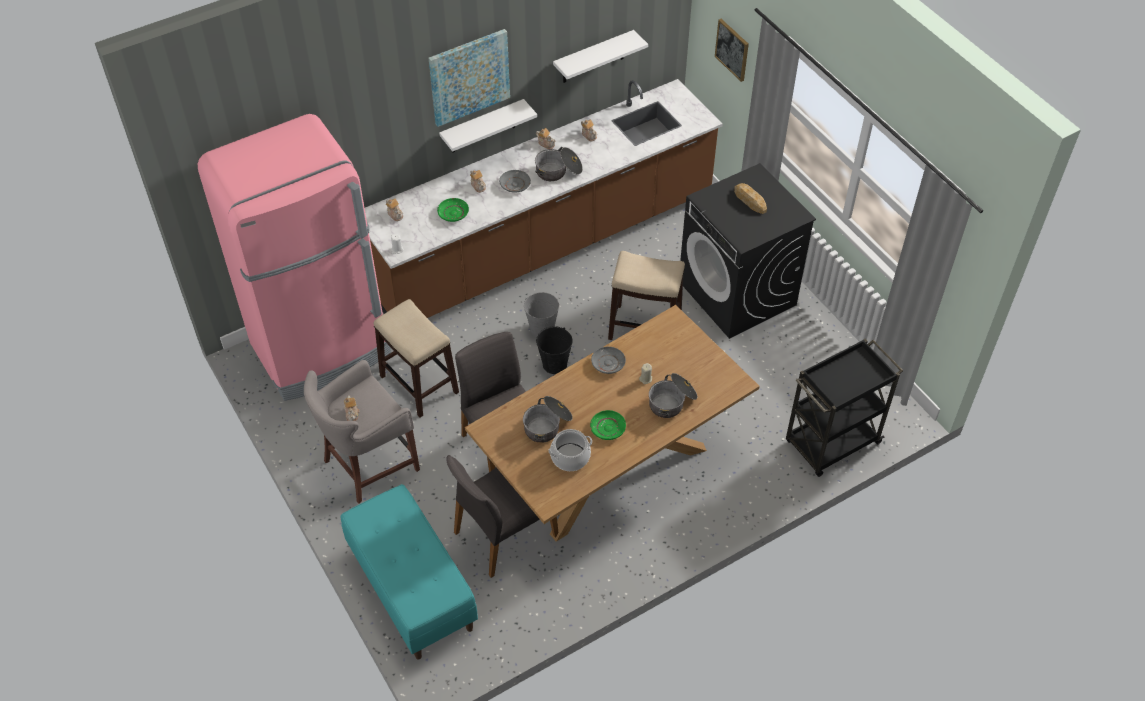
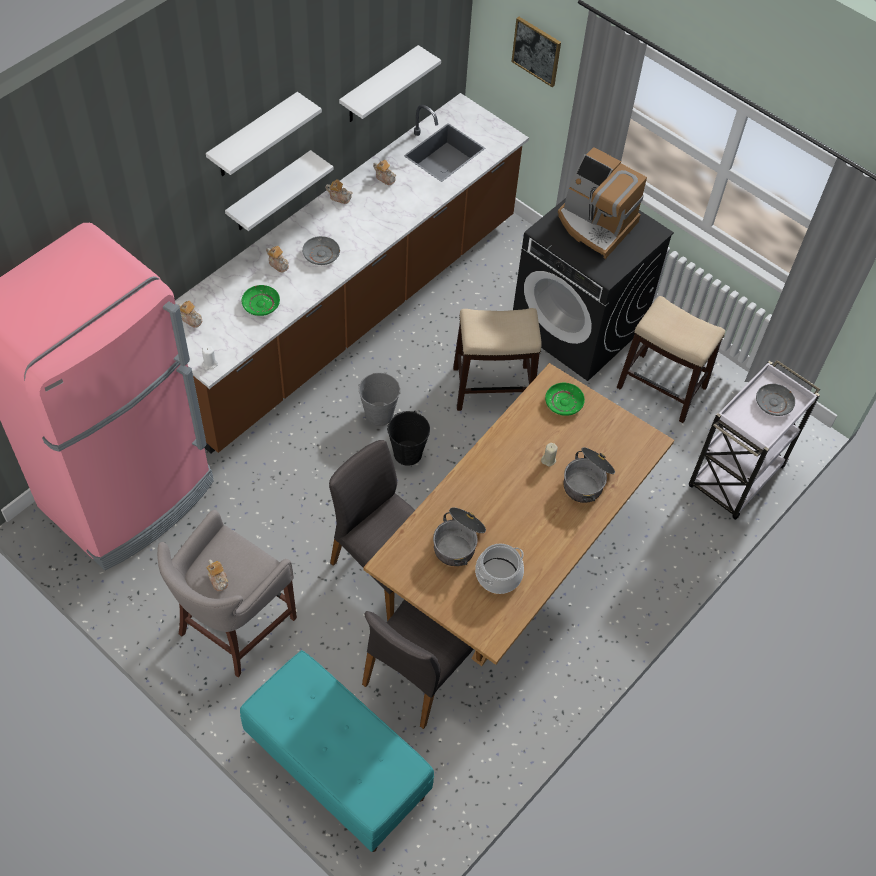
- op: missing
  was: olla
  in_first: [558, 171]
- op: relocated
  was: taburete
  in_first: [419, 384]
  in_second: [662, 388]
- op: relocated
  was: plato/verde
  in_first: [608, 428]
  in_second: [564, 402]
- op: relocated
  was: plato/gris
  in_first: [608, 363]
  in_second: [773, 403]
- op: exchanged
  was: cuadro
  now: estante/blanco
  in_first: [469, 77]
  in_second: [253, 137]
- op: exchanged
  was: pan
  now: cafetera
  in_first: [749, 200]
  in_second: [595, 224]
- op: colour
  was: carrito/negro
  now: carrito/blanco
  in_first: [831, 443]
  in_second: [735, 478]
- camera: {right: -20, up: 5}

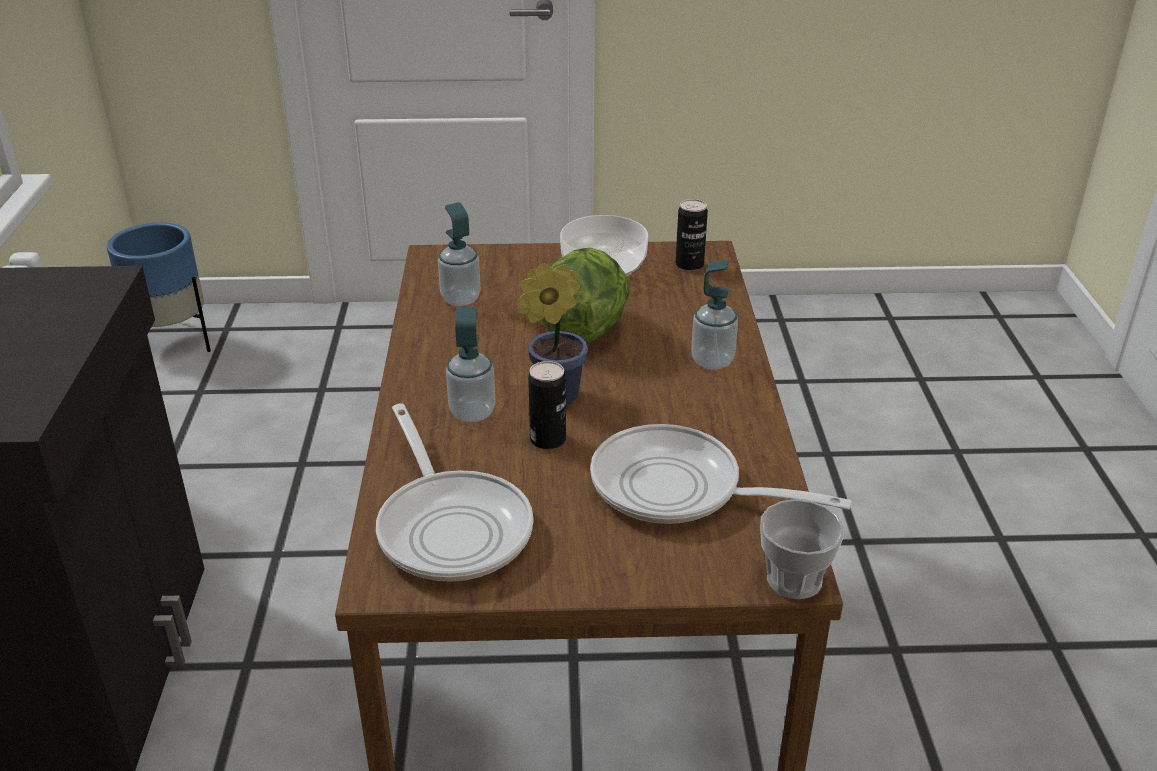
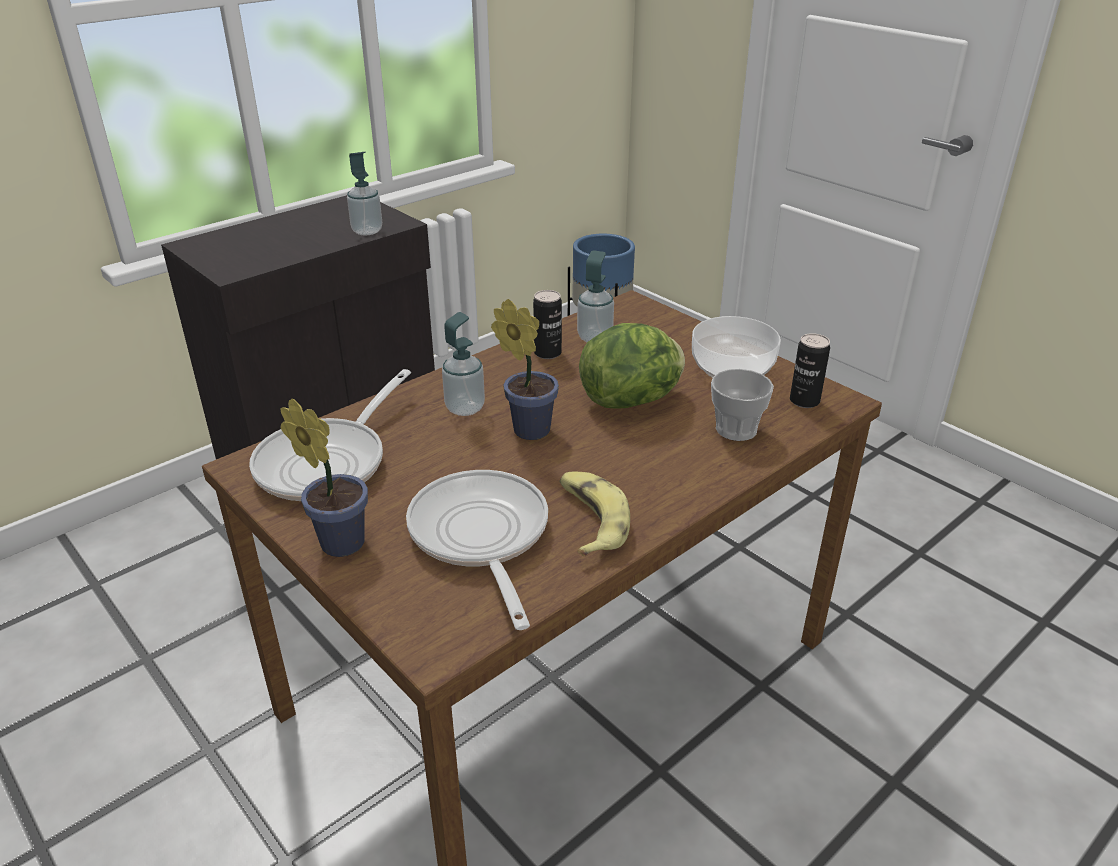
- op: appeared
  now: planta en maceta
  in_second: [338, 541]
- op: appeared
  now: plátano
  in_second: [590, 520]
- op: relocated
  was: lata
  in_first: [548, 440]
  in_second: [547, 353]
- op: relocated
  was: dispensador de jabón
  in_first: [712, 361]
  in_second: [367, 231]
- op: relocated
  was: taza
  in_first: [794, 580]
  in_second: [736, 429]
- camera: {right: 50, up: 0}

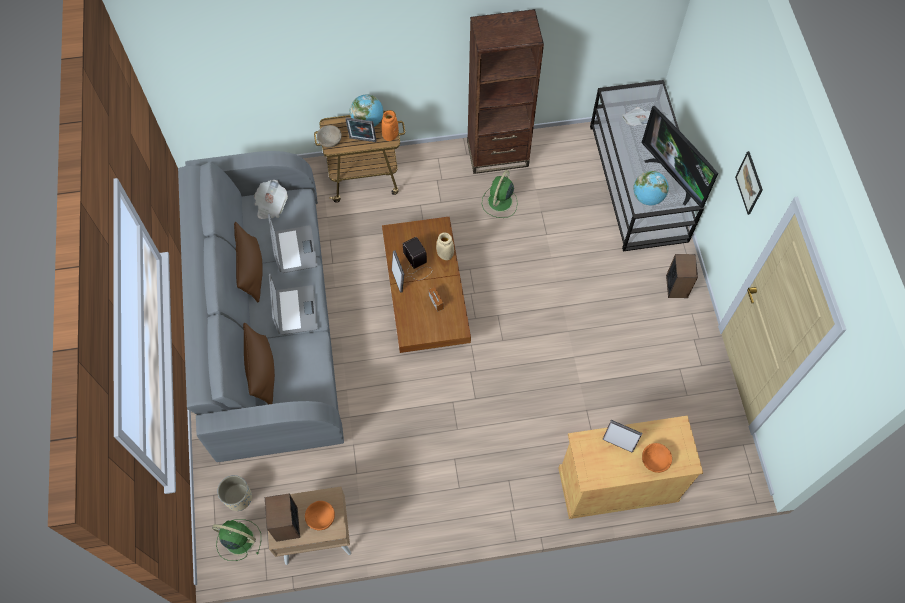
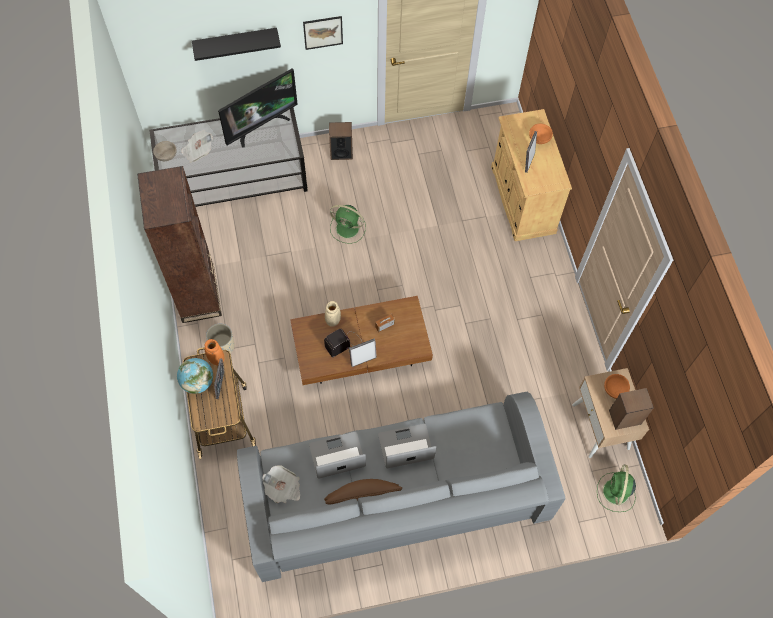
- op: missing
  was: cojín/marrón
  in_first: [262, 371]
- op: missing
  was: globo terráqueo
  in_first: [647, 197]
- op: appeared
  now: estante/negro
  in_second: [236, 43]
- op: relocated
  was: maceta/beis
  in_first: [238, 497]
  in_second: [222, 346]
- op: relocated
  was: cuenco/beis
  in_first: [330, 141]
  in_second: [166, 155]
- op: relocated
  was: ventilador/verde
  in_first: [499, 202]
  in_second: [348, 228]
- camera: {right: -95, up: 0}

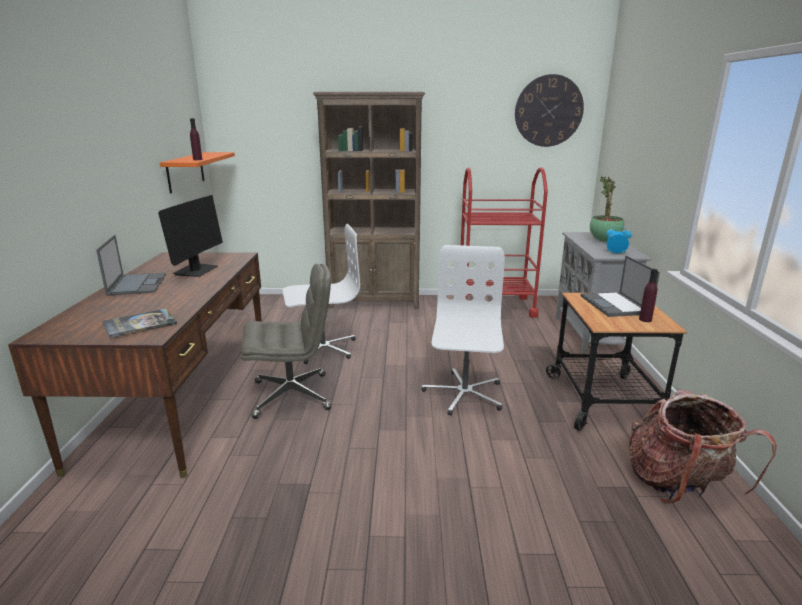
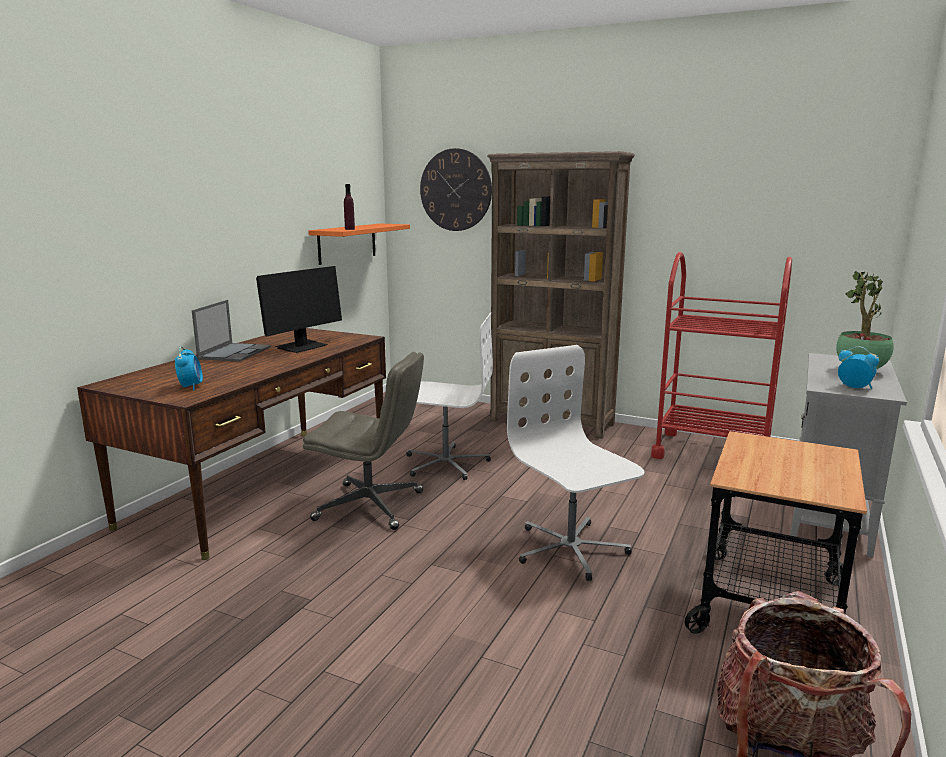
- op: missing
  was: portátil
  in_first: [615, 305]
- op: missing
  was: botella/morado
  in_first: [645, 319]
- op: relocated
  was: reloj de pared
  in_first: [548, 111]
  in_second: [455, 190]
- op: exchanged
  was: libro
  now: despertador
  in_first: [139, 324]
  in_second: [191, 387]
- op: spun
  was: silla de oficina/blanco
  in_first: [463, 394]
  in_second: [570, 549]
  clockwise: -60
- camera: {right: 25, up: -5}

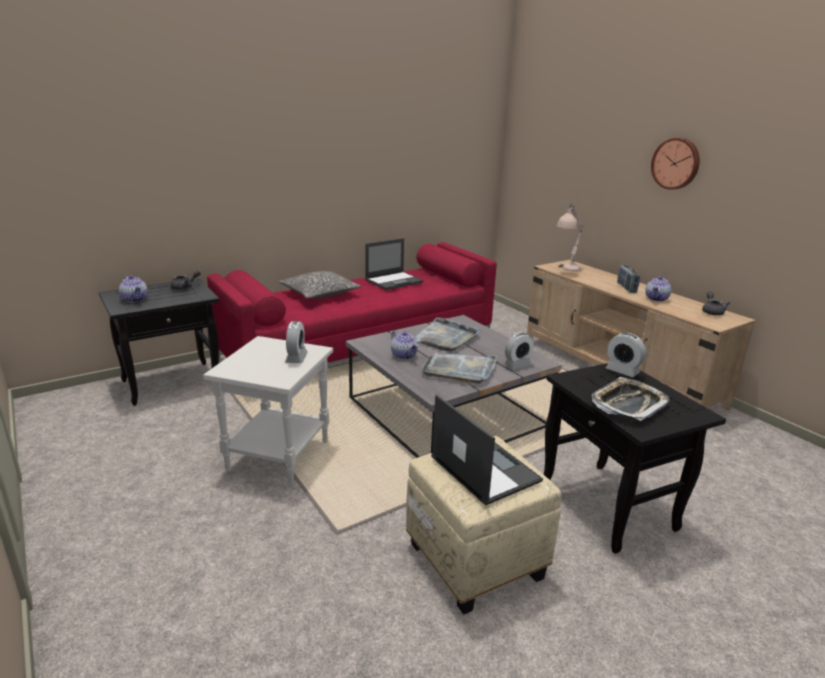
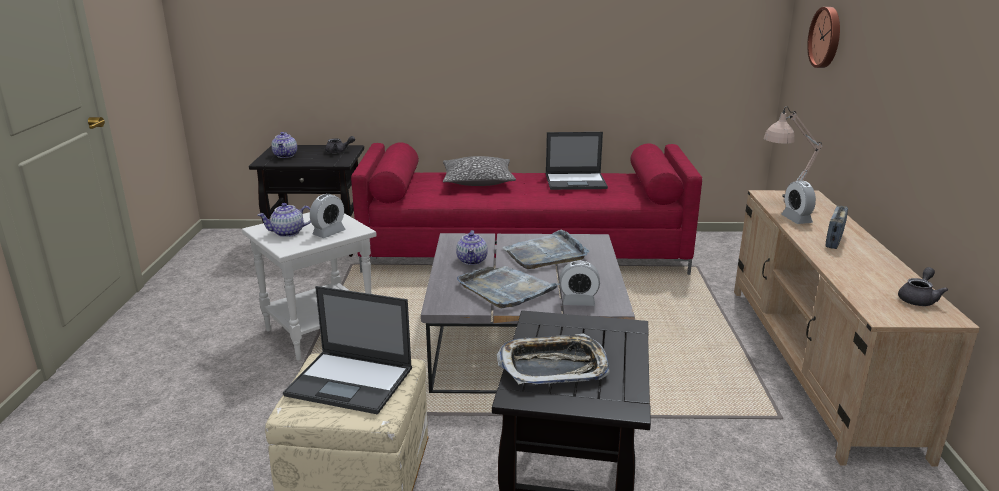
- op: relocated
  was: despertador
  in_first: [622, 371]
  in_second: [796, 219]
- op: relocated
  was: tetera
  in_first: [656, 299]
  in_second: [287, 233]
- op: relocated
  was: reloj de pared
  in_first: [676, 163]
  in_second: [826, 37]
- op: spun
  was: portátil
  in_first: [483, 468]
  in_second: [351, 382]
  clockwise: 105
- camera: {right: 35, up: 0}

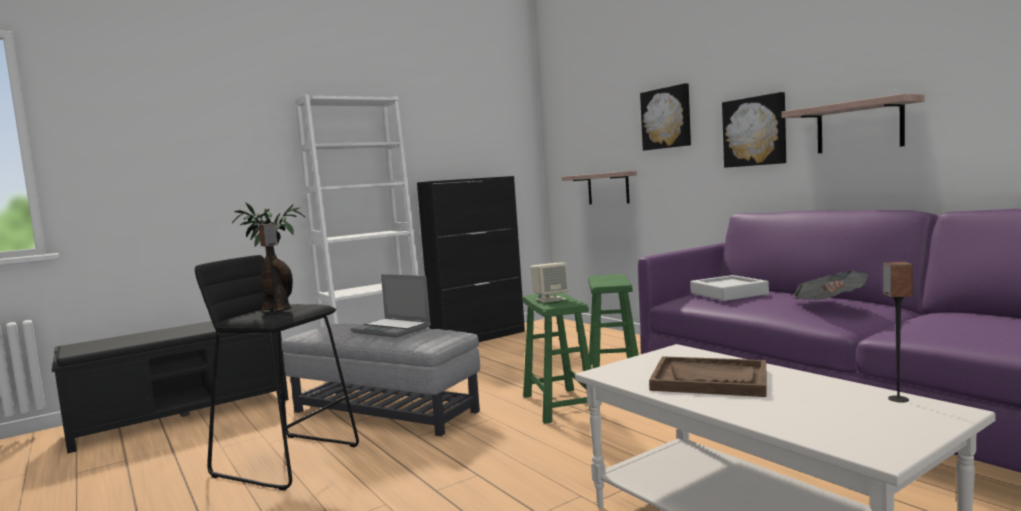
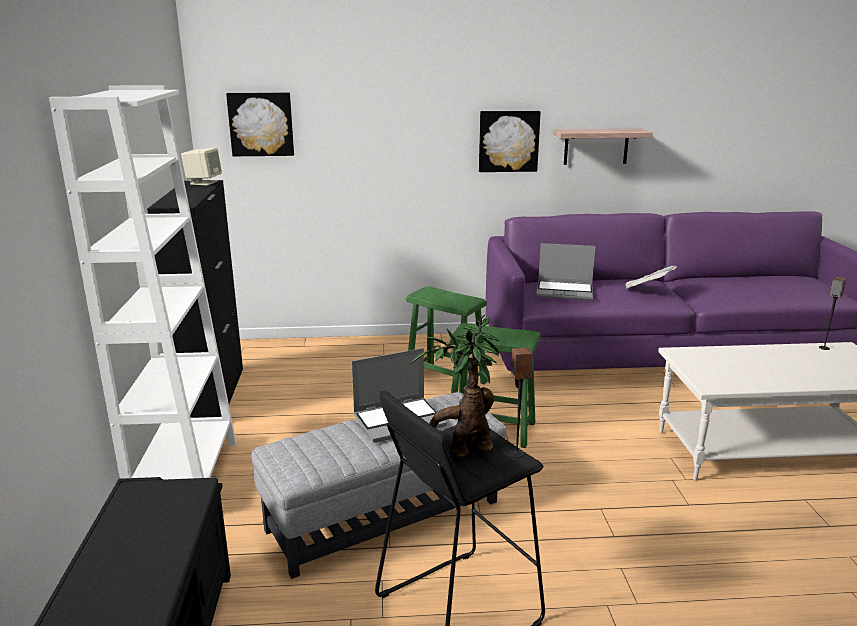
- op: missing
  was: estante
  in_first: [608, 188]
- op: missing
  was: bandeja/marrón
  in_first: [710, 380]
- op: relocated
  was: altavoz/beis
  in_first: [550, 299]
  in_second: [203, 182]
- op: relocated
  was: cuadro
  in_first: [667, 118]
  in_second: [261, 124]
- op: exchanged
  was: bandeja/gris
  now: portátil
  in_first: [728, 294]
  in_second: [565, 291]
- camera: {right: -60, up: 15}

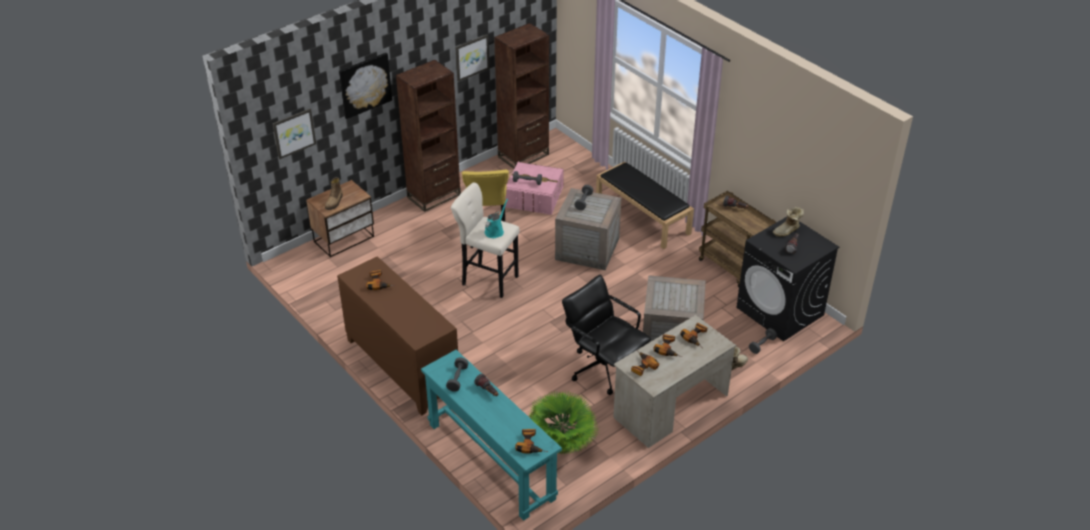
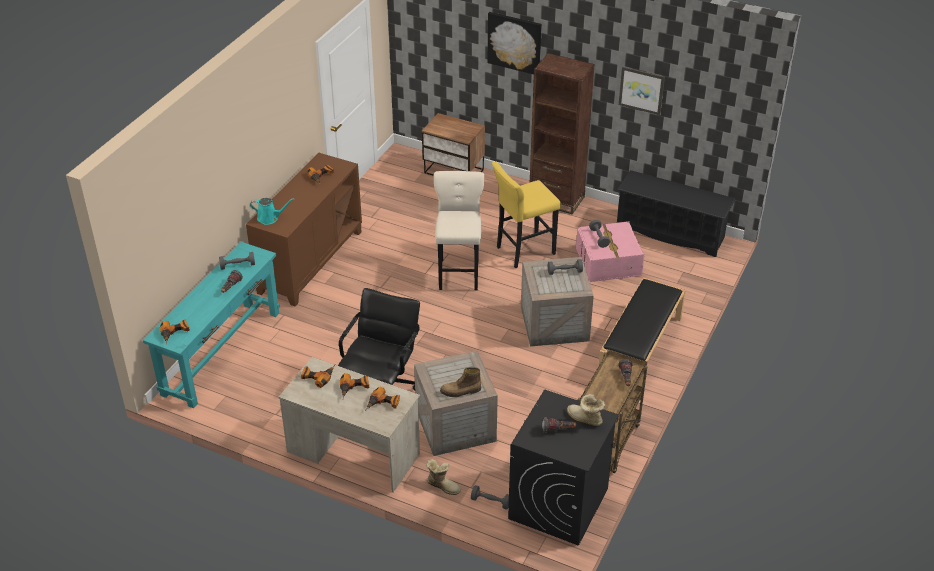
- op: missing
  was: cuadro
  in_first: [294, 133]
- op: missing
  was: planta en maceta
  in_first: [562, 446]
- op: relocated
  was: bota
  in_first: [334, 202]
  in_second: [460, 391]
- op: relocated
  was: regadera/turquesa
  in_first: [495, 231]
  in_second: [270, 218]
- op: exchanged
  was: estantería/marrón
  now: zapatero/negro
  in_first: [523, 155]
  in_second: [671, 233]
- camera: {right: 65, up: 0}

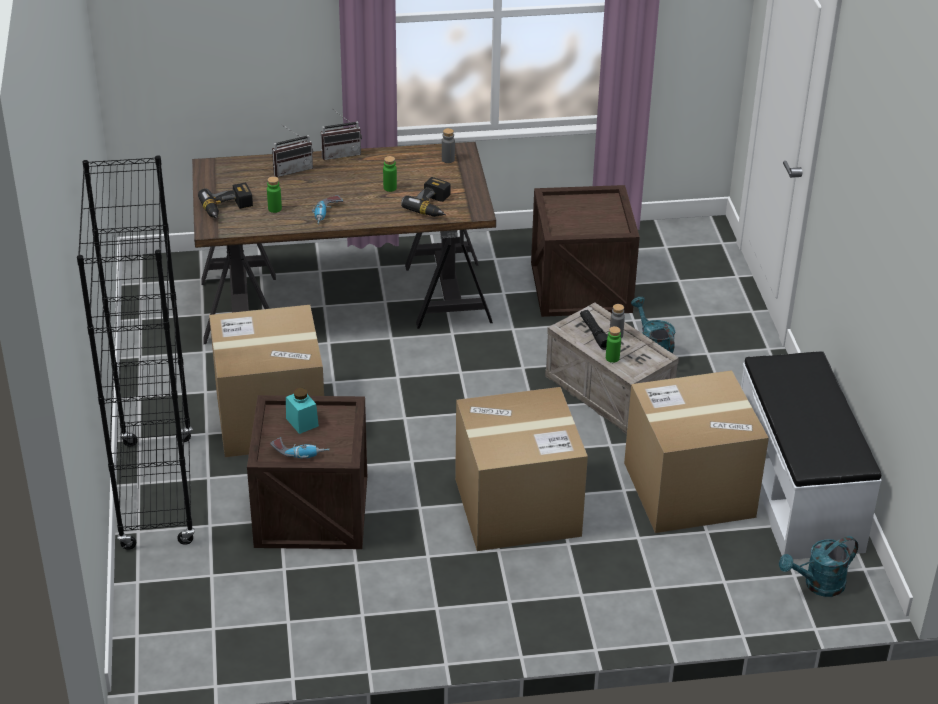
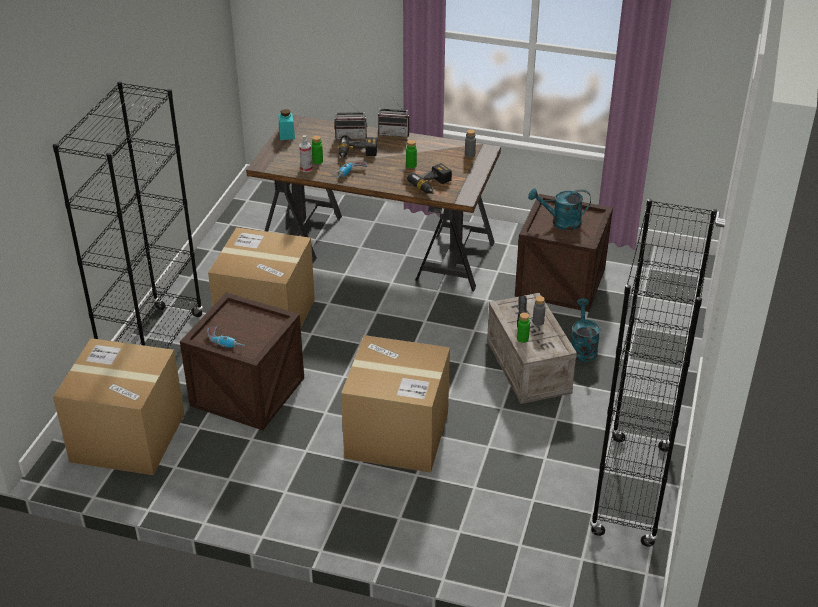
- op: appeared
  now: pulverizador
  in_second: [306, 169]
- op: relocated
  was: taladro
  in_first: [227, 209]
  in_second: [357, 154]
- op: relocated
  was: tarro/turquesa
  in_first: [302, 422]
  in_second: [287, 134]
- op: relocated
  was: caja de cartón
  in_first: [689, 490]
  in_second: [128, 437]
- op: relocated
  was: regadera/turquesa
  in_first: [818, 585]
  in_second: [560, 222]
- op: exchanged
  was: banco/blanco
  now: estantería/negro
  in_first: [798, 491]
  in_second: [632, 491]
- camera: {right: 25, up: 0}

